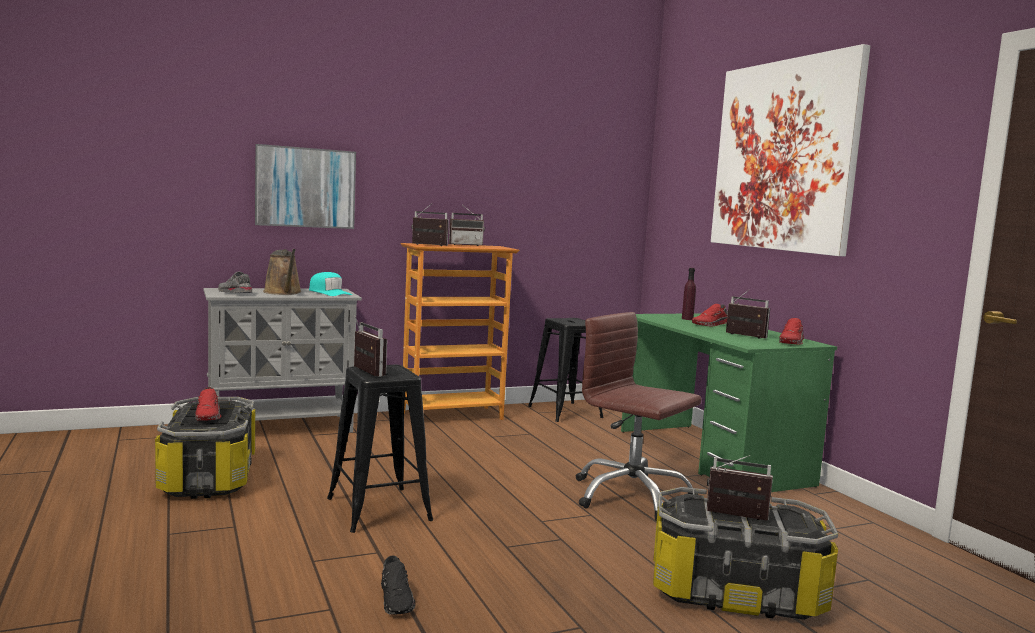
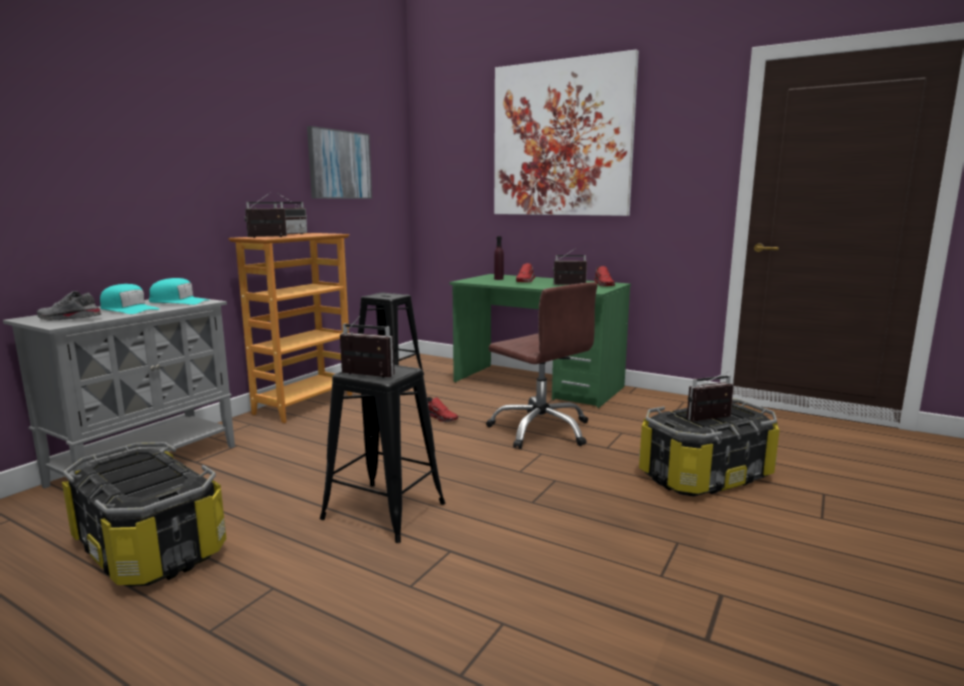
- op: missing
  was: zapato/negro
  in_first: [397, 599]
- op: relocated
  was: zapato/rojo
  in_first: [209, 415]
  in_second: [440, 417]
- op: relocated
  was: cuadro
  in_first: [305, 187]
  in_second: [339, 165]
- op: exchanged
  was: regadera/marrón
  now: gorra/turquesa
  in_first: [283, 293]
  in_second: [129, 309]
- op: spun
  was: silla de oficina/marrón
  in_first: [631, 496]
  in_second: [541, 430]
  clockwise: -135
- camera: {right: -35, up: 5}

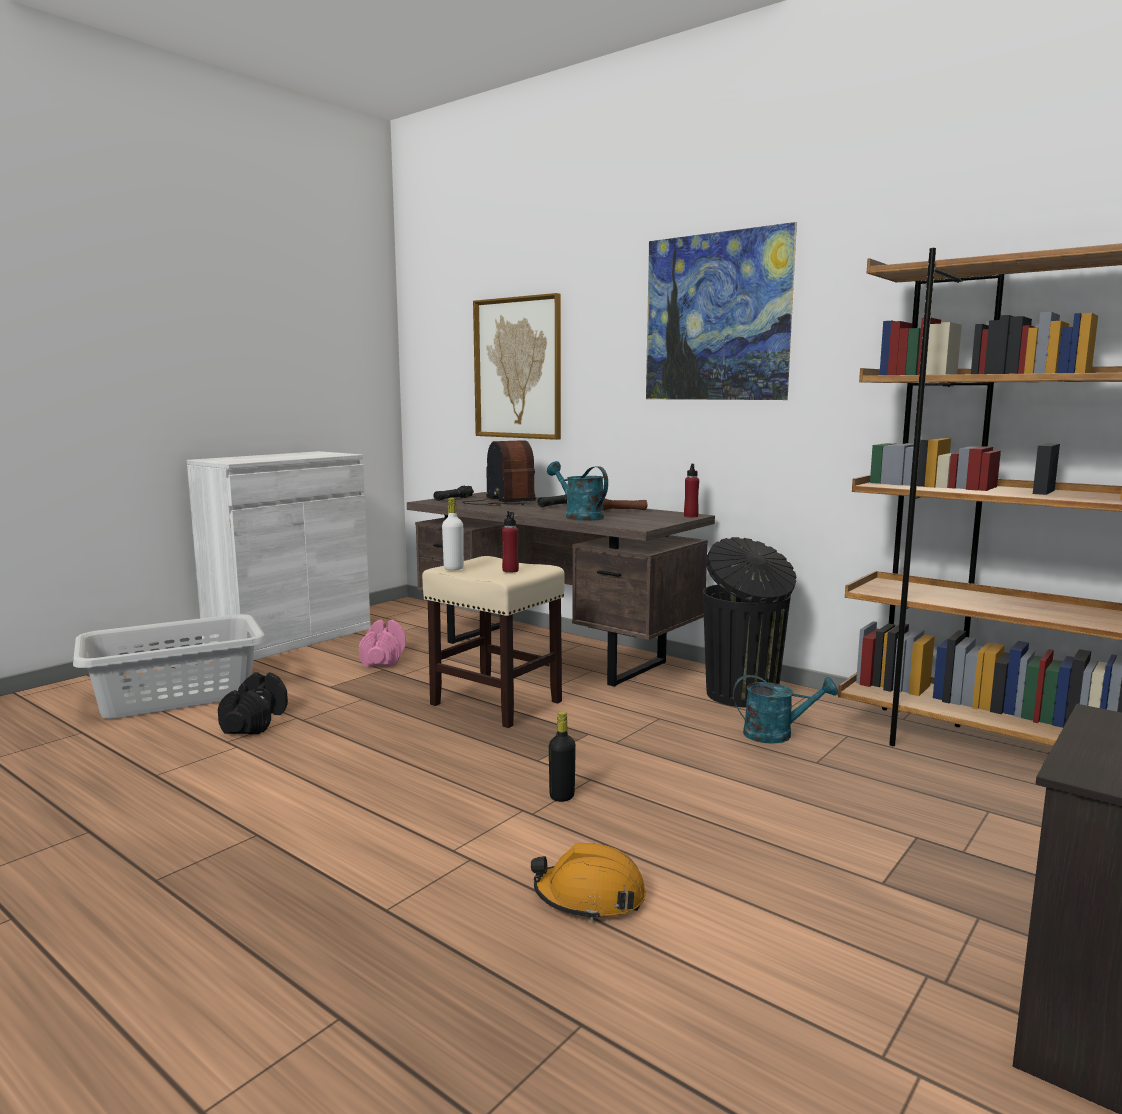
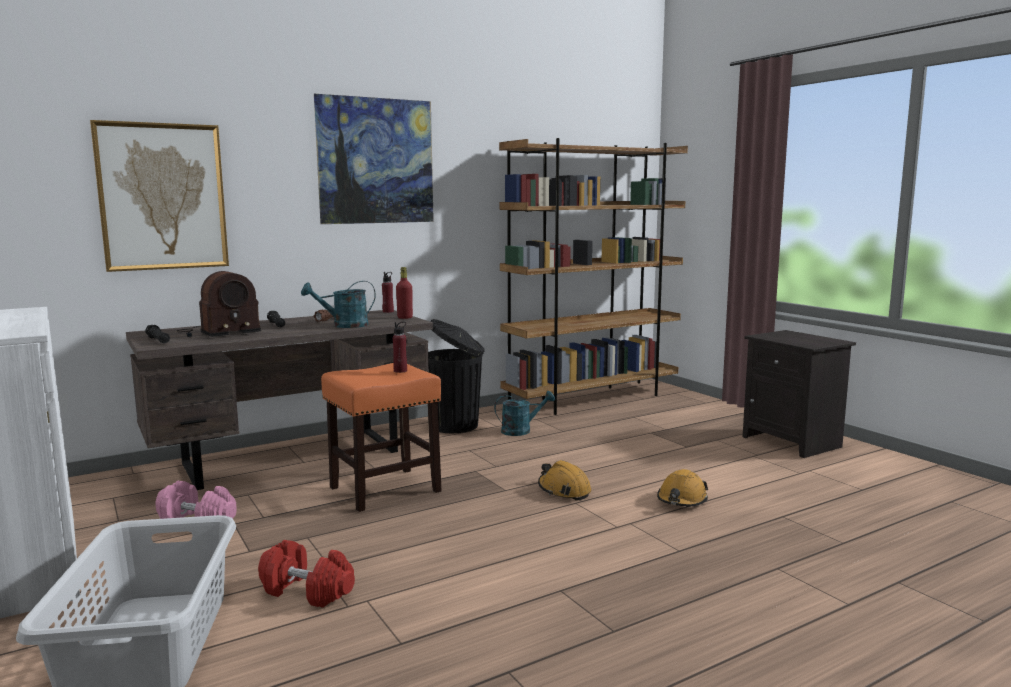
- op: missing
  was: botella/blanco
  in_first: [453, 568]
- op: appeared
  now: botella/rojo
  in_second: [405, 318]
- op: exchanged
  was: botella/negro
  now: casco/naranja
  in_first: [562, 796]
  in_second: [564, 490]
- op: colour
  was: mancuerna/negro
  now: mancuerna/rojo
  in_first: [255, 722]
  in_second: [308, 591]
- op: colour
  was: taburete/beis
  now: taburete/naranja
  in_first: [494, 703]
  in_second: [384, 490]
- op: spun
  was: radio
  in_first: [502, 502]
  in_second: [218, 332]
  clockwise: 150
- op: spun
  was: regadera/turquesa
  in_first: [777, 734]
  in_second: [521, 430]
  clockwise: 45
- camera: {right: -70, up: 0}

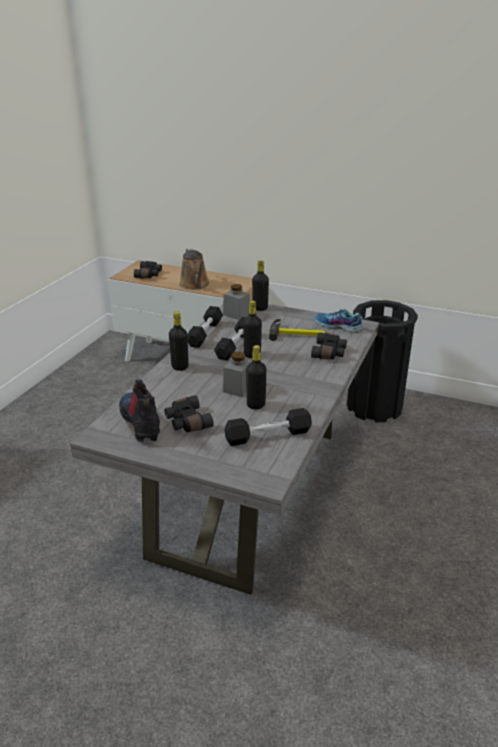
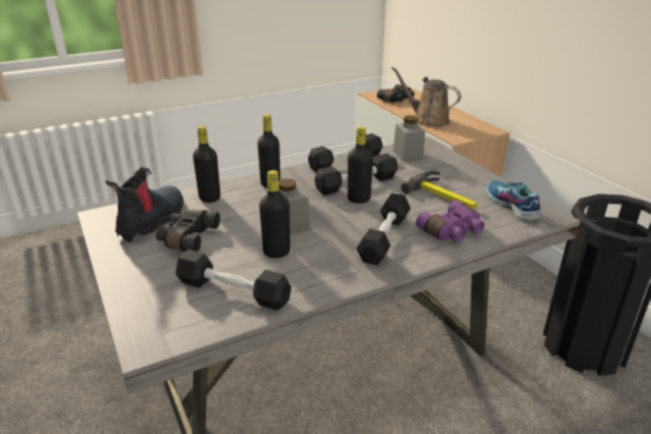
- op: appeared
  now: mancuerna/negro
  in_second: [384, 238]
- op: relocated
  was: botella/negro
  in_first: [260, 308]
  in_second: [209, 198]
- op: colour
  was: prismáticos/negro
  now: prismáticos/morado
  in_first: [329, 353]
  in_second: [452, 231]
- op: spun
  was: regadera/marrón
  in_first: [195, 285]
  in_second: [428, 120]
  clockwise: 105
- camera: {right: 40, up: 0}

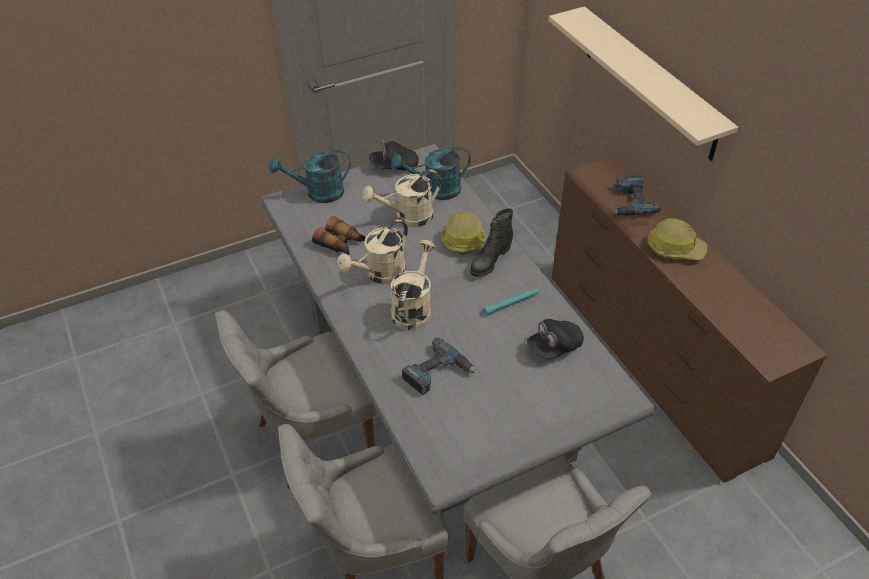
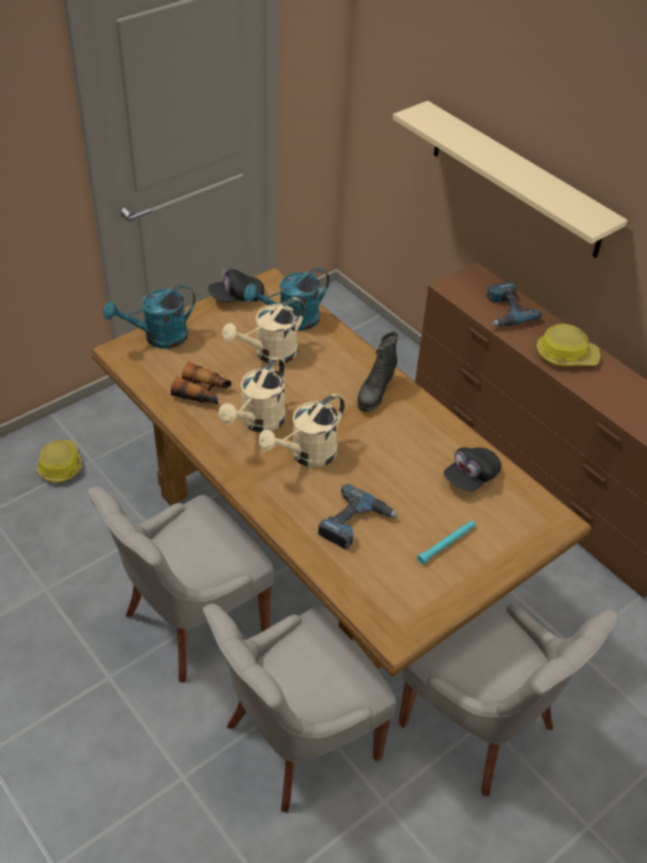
- op: relocated
  was: casco
  in_first: [463, 238]
  in_second: [60, 465]
- op: relocated
  was: linterna/turquesa
  in_first: [512, 303]
  in_second: [447, 543]
- op: colour
  was: mesa de comedor/gris
  now: mesa de comedor/marrón
  in_first: [437, 391]
  in_second: [320, 546]
- op: spun
  was: regadera/beis
  in_first: [413, 308]
  in_second: [307, 455]
  clockwise: -135
- camera: {right: -15, up: 0}

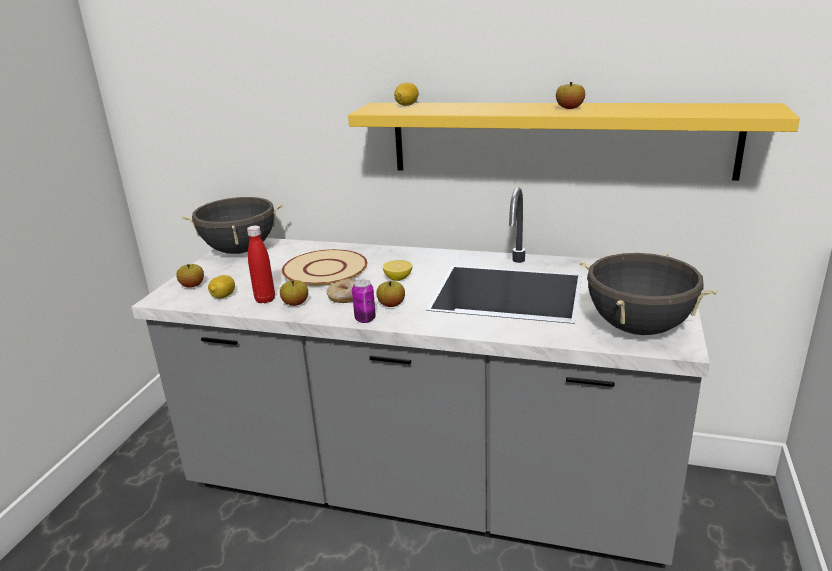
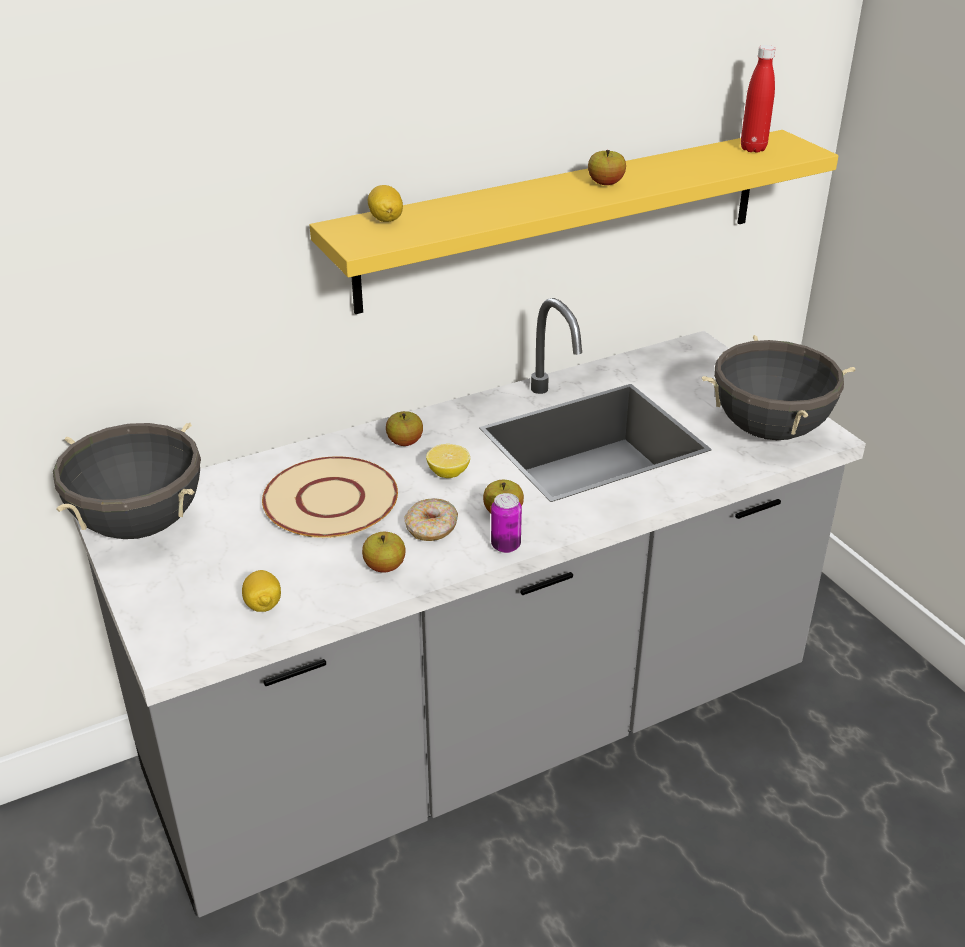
- op: relocated
  was: manzana
  in_first: [192, 286]
  in_second: [405, 442]
- op: relocated
  was: botella/rojo
  in_first: [265, 300]
  in_second: [753, 149]
- camera: {right: -45, up: 10}

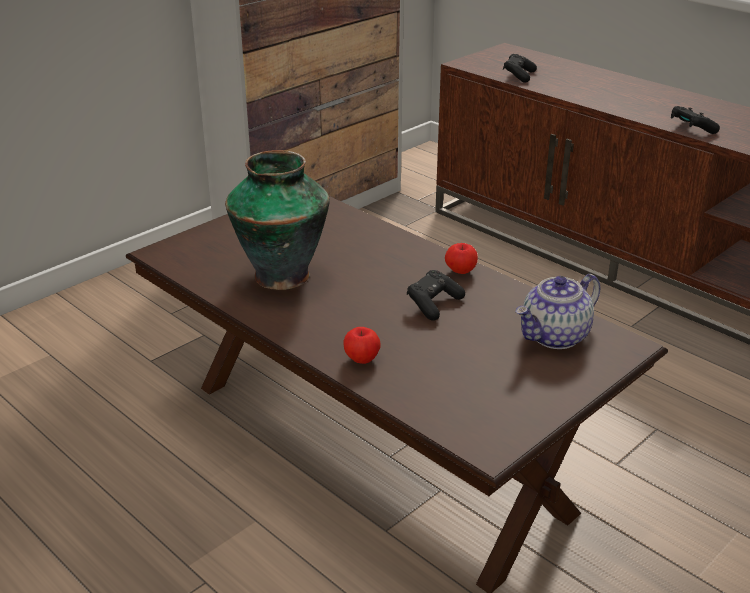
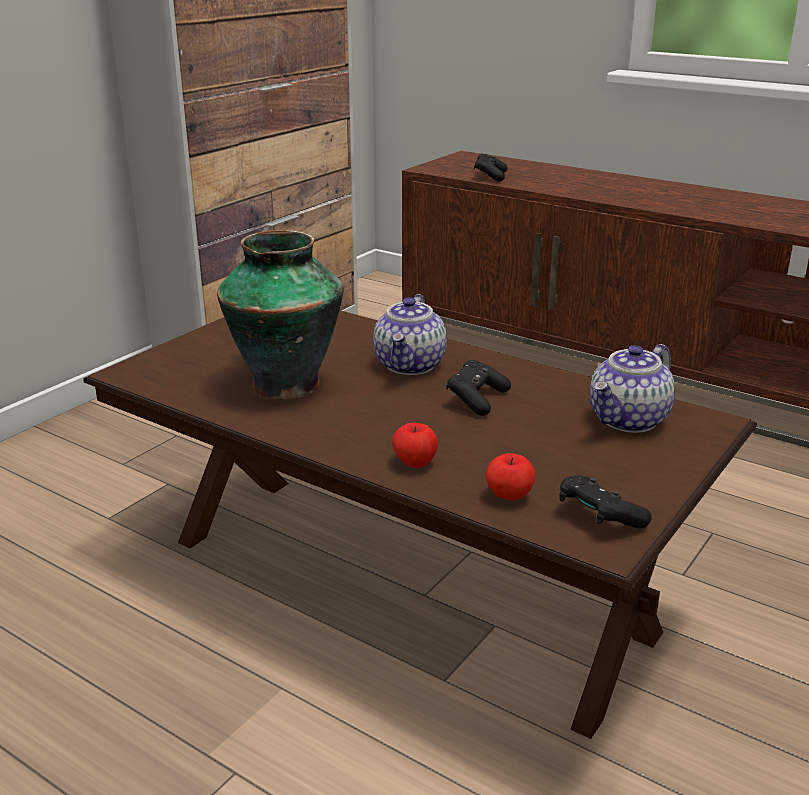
- op: appeared
  now: tetera
  in_second: [411, 365]
- op: relocated
  was: manzana
  in_first: [460, 271]
  in_second: [509, 496]
- op: relocated
  was: mando de consola/negro
  in_first: [691, 129]
  in_second: [598, 517]
- camera: {right: -10, up: -5}

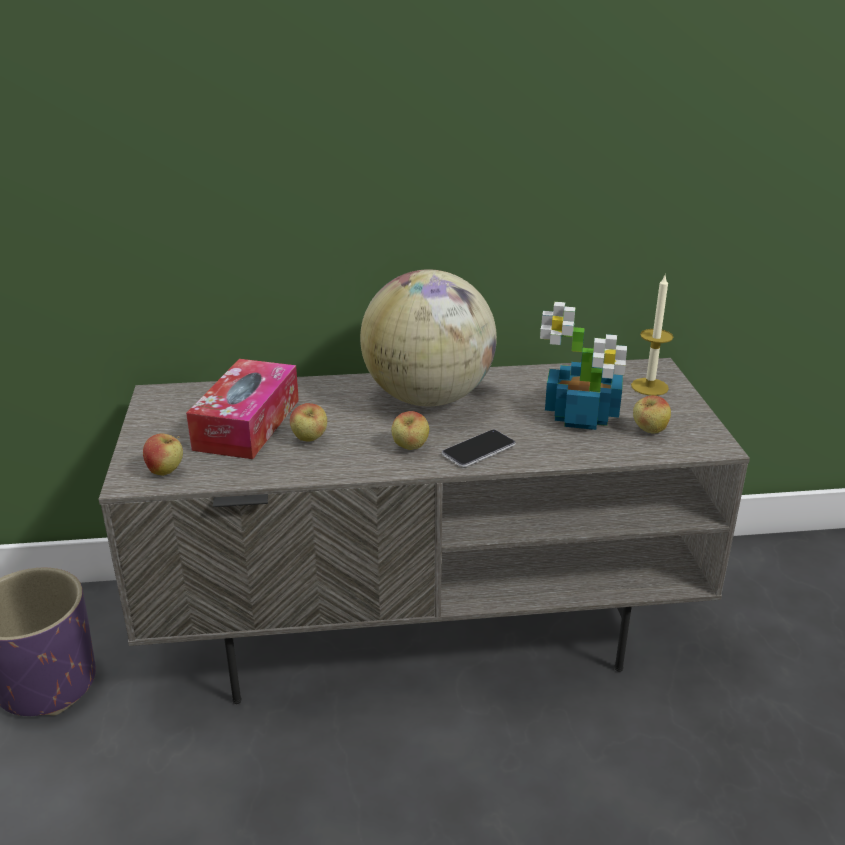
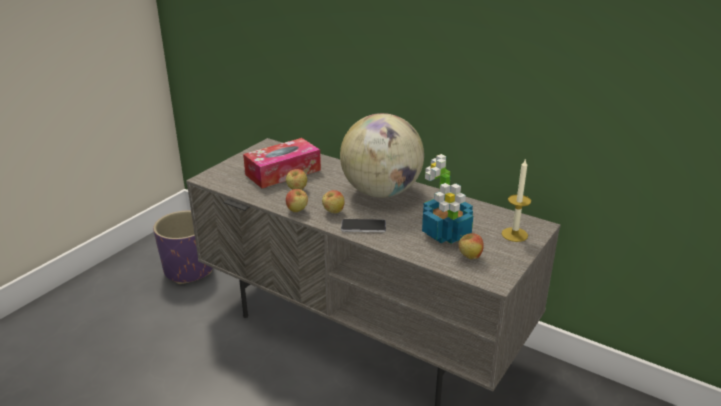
- op: relocated
  was: manzana
  in_first: [166, 472]
  in_second: [297, 211]
- camera: {right: 40, up: 0}

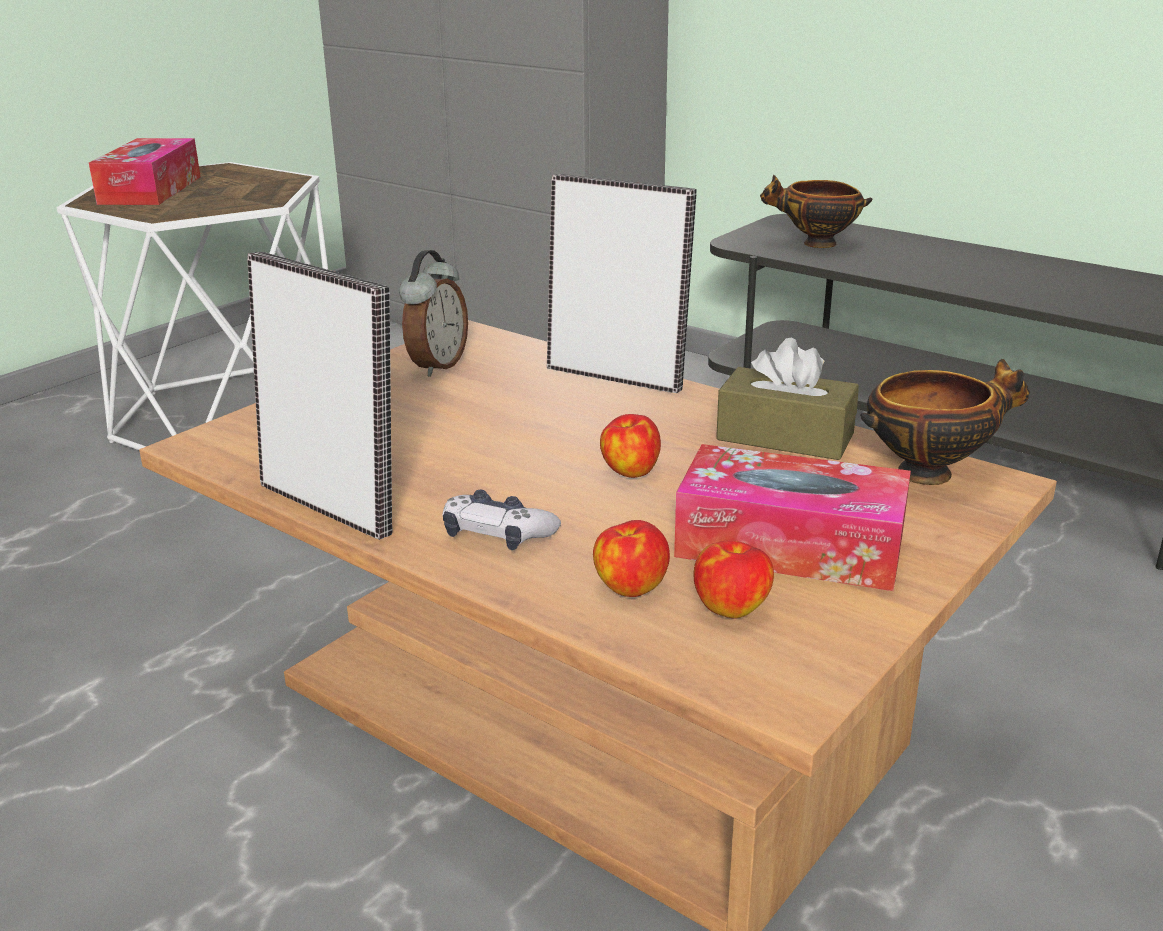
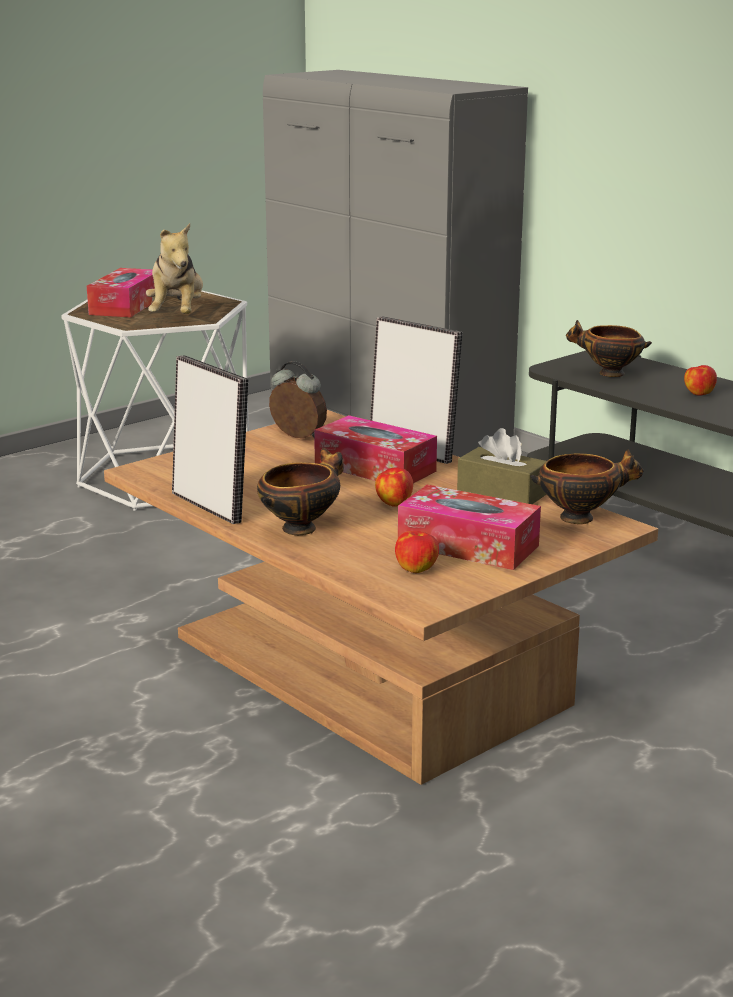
- op: appeared
  now: peluche
  in_second: [178, 316]
- op: appeared
  now: caja de pañuelos
  in_second: [375, 468]
- op: relocated
  was: manzana
  in_first: [630, 587]
  in_second: [698, 393]
- op: exchanged
  was: mando de consola
  now: cuenco
  in_first: [498, 535]
  in_second: [301, 527]
- op: spun
  was: despertador
  in_first: [436, 366]
  in_second: [297, 437]
  clockwise: -90
- camera: {right: 10, up: -5}

